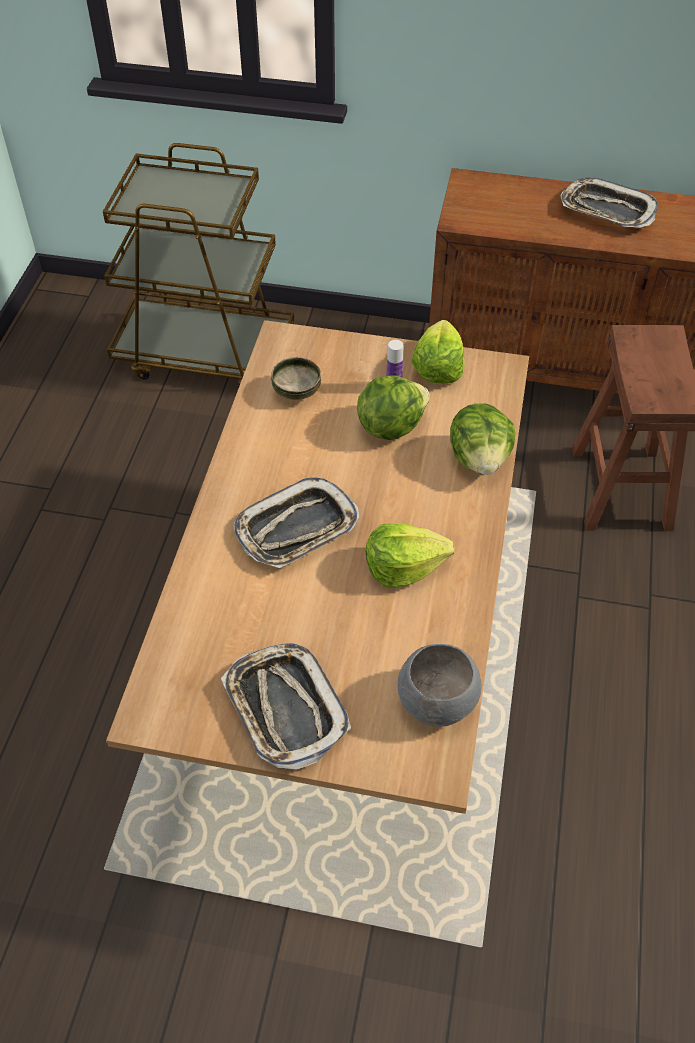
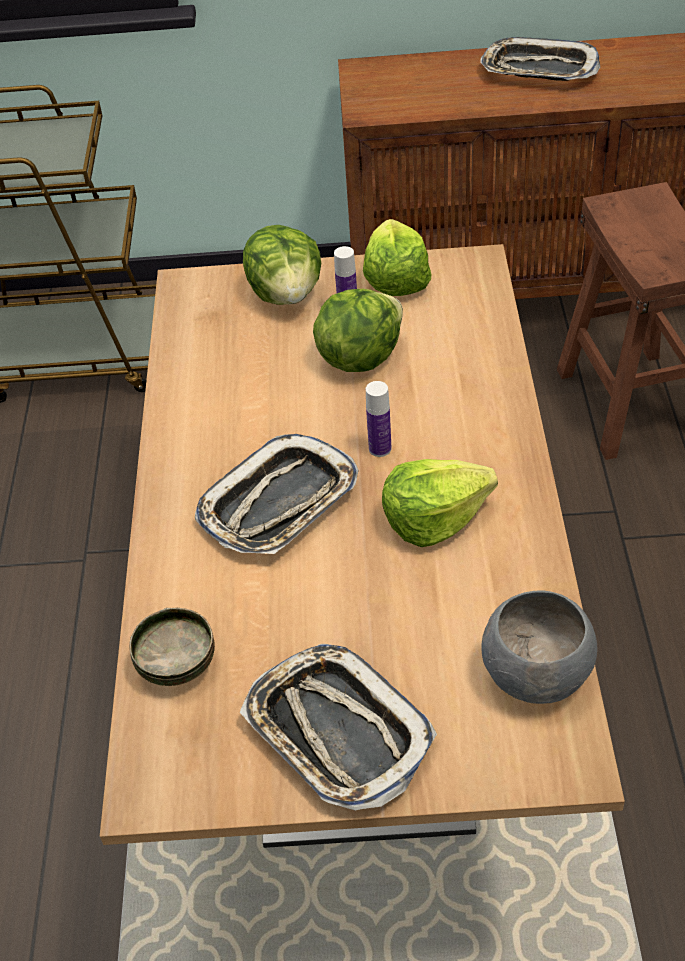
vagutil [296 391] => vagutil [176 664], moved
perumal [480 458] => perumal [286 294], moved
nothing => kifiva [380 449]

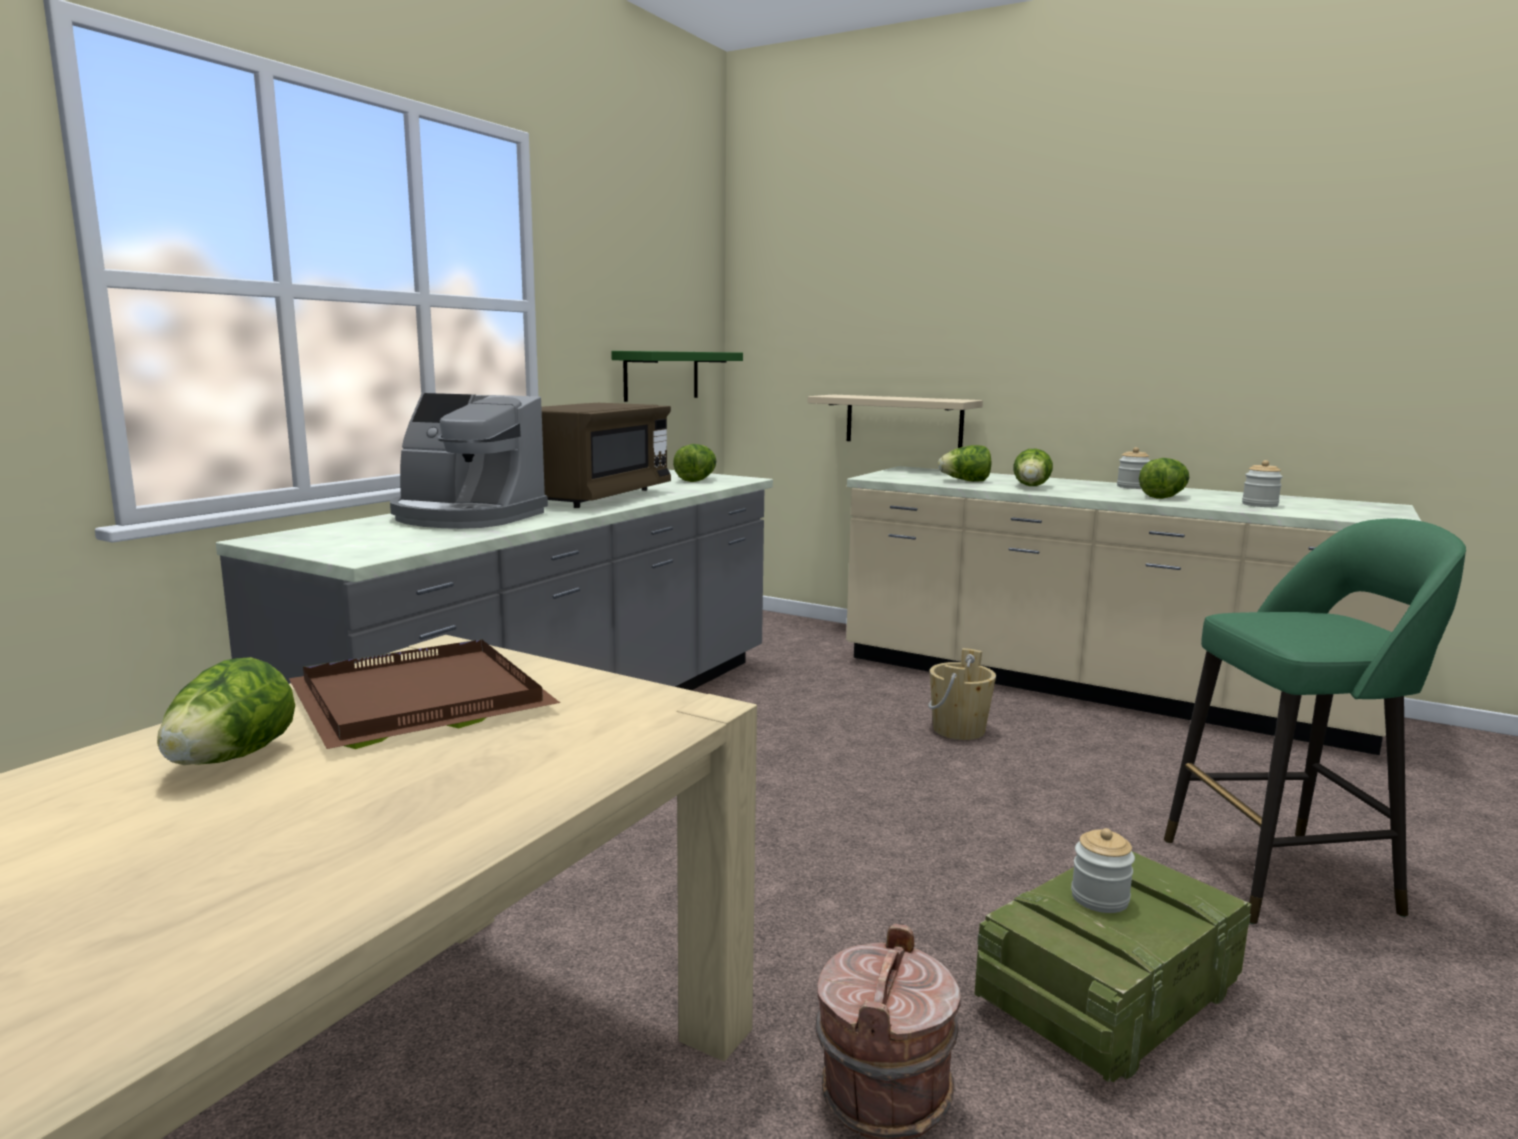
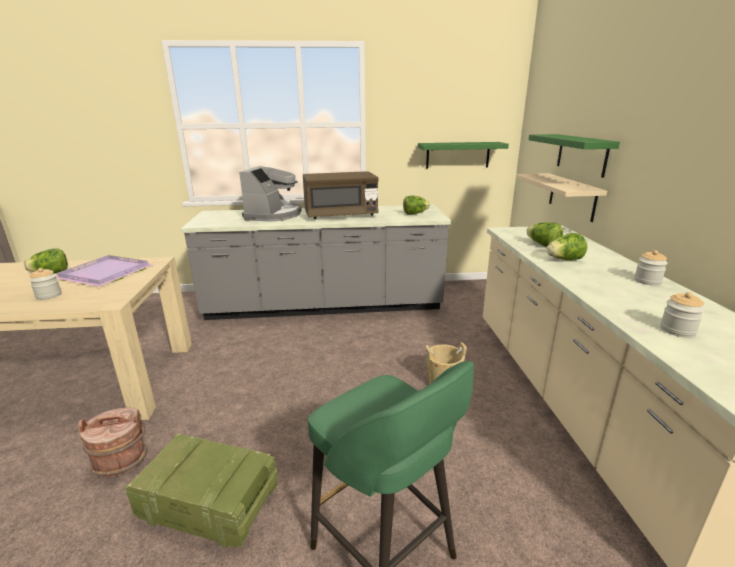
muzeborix [1099 898] => muzeborix [49 295], moved
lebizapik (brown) [418 702] => lebizapik (purple) [103 273]
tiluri [466 517] => tiluri [273 215], 150 degrees counterclockwise
nothing => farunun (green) [581 154]
perumal [1164 497] => nothing

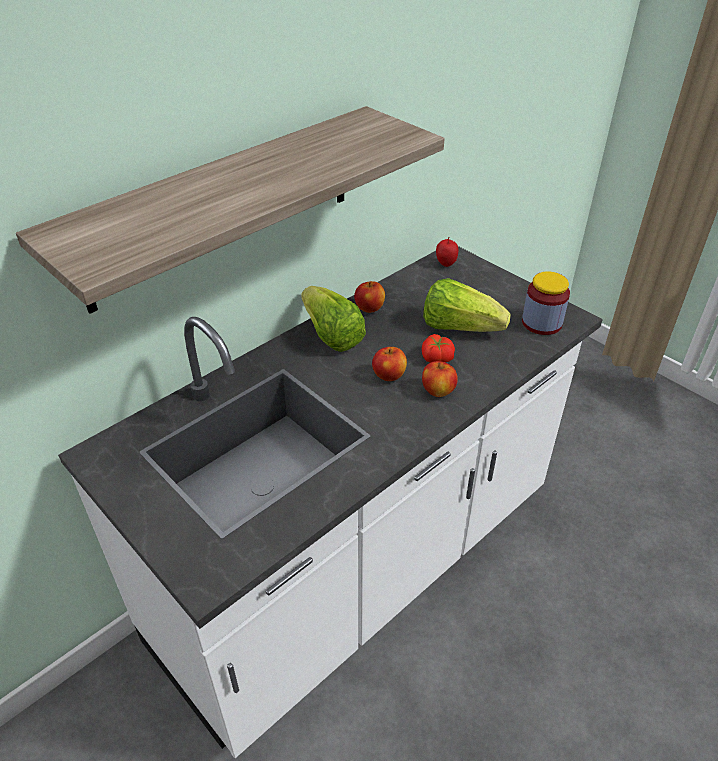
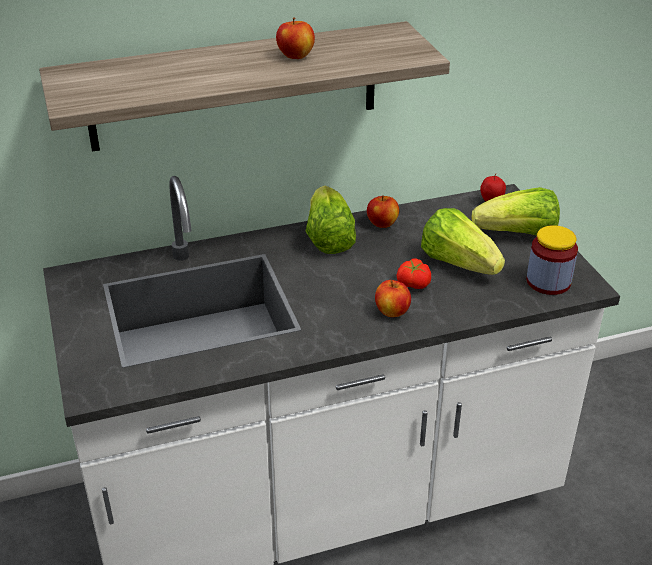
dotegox [389 376] => dotegox [296 56], moved
nothing => perumal [518 234]

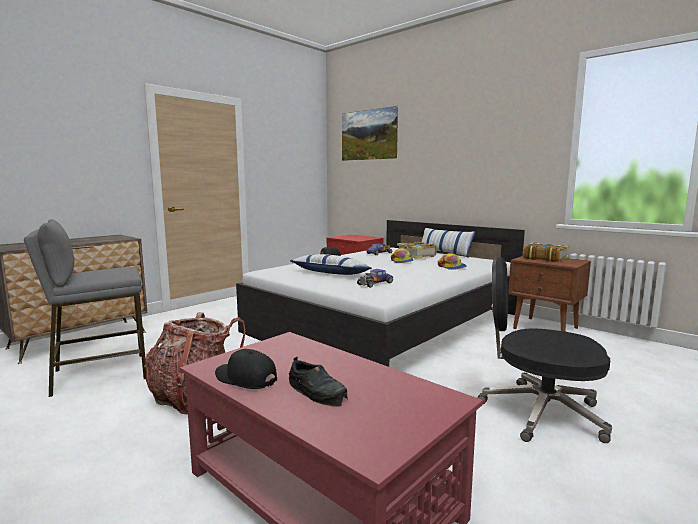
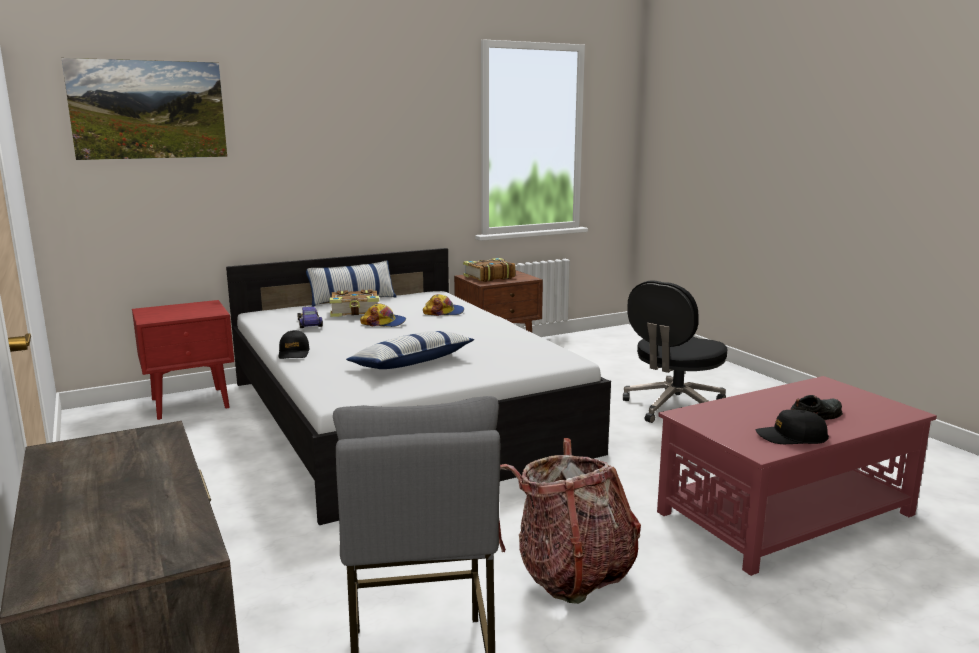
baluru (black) [245 378] => baluru (black) [791 437], 45 degrees clockwise
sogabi [375 283] => nothing

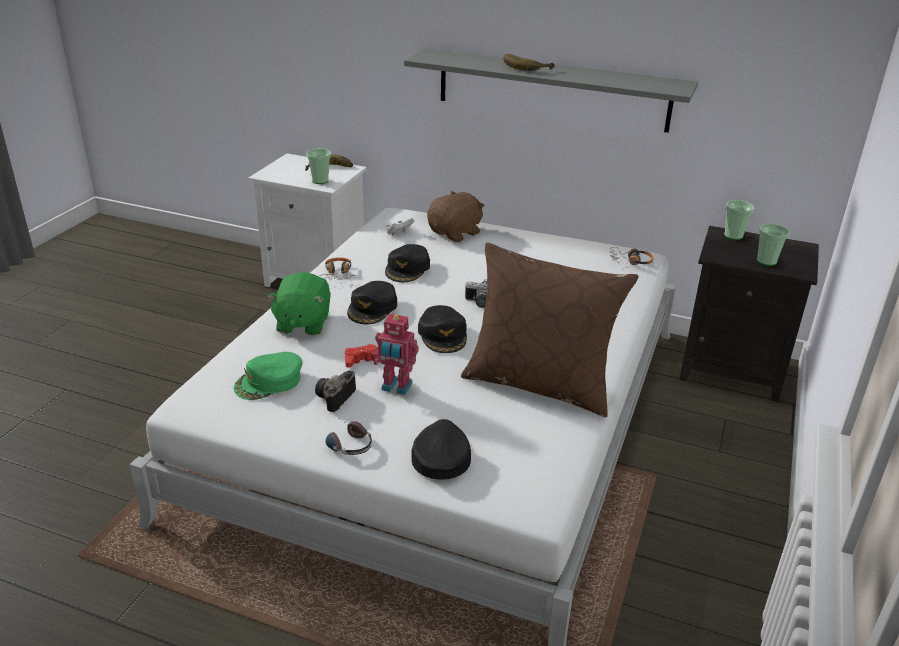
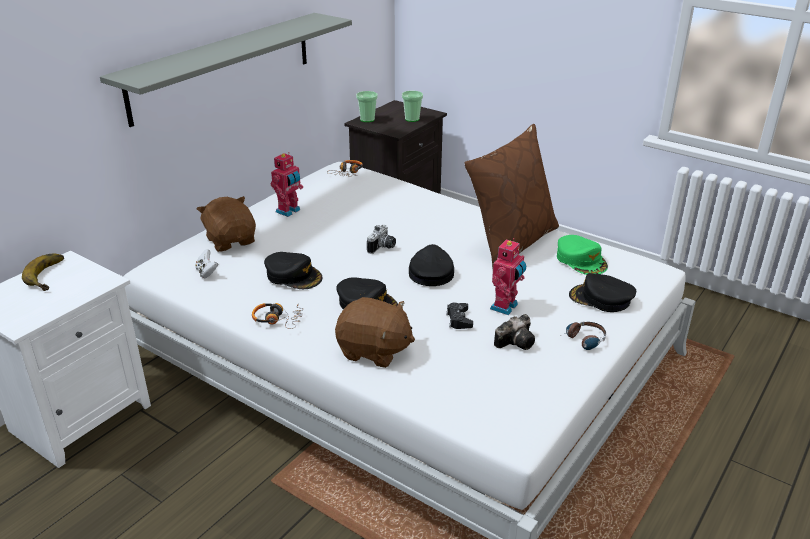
nothing => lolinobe [289 211]
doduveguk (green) [302 323] => doduveguk (brown) [374 351]
baluru (black) [443 335] => baluru (black) [431 272], 90 degrees counterclockwise
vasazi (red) [362 360] => vasazi (black) [459 319]
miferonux [335 399] => miferonux [517 342], 75 degrees counterclockwise
baluru (green) [269 382] => baluru (green) [581 260], moved
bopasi [320 181] => nothing
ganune [526 66] => nothing

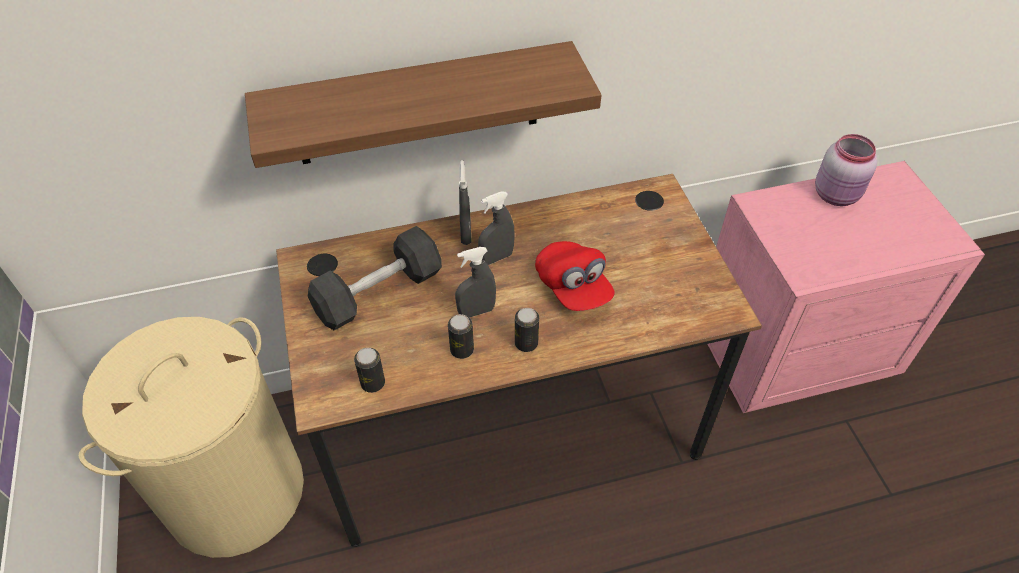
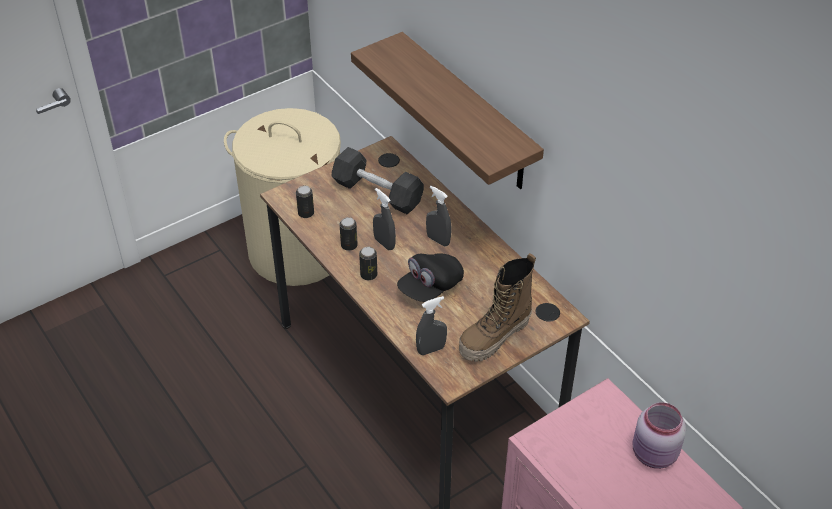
baluru (red) [573 287] => baluru (black) [430 287]
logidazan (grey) [466 234] => logidazan (grey) [431 349], moved
nothing => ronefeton [495 337]

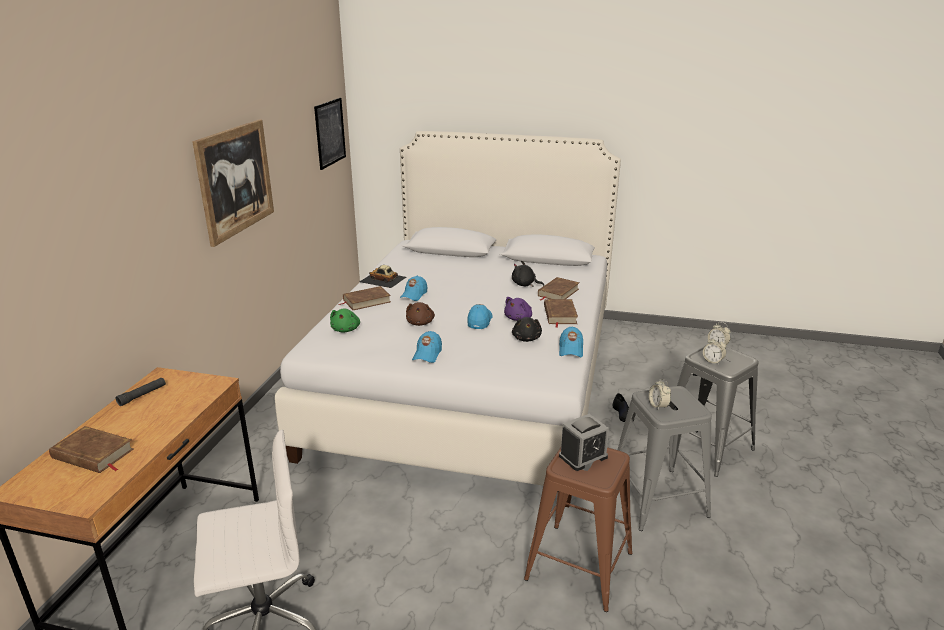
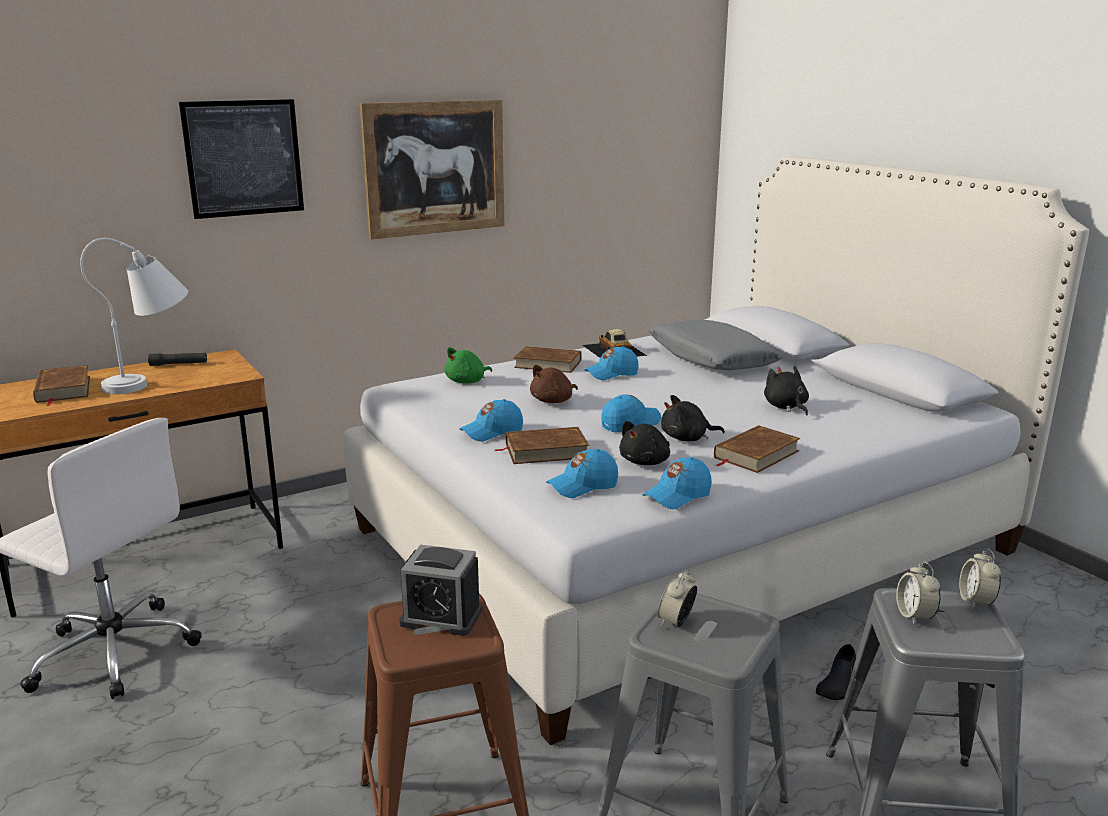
nothing => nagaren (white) [154 381]
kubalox [330 133] => kubalox [244 158], moved
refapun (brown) [558 292] => refapun (brown) [546 451], moved
nothing => baluru (blue) [583 486]
nothing => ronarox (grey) [711 359]
doduveguk (purple) [519 318] => doduveguk (black) [687 438]

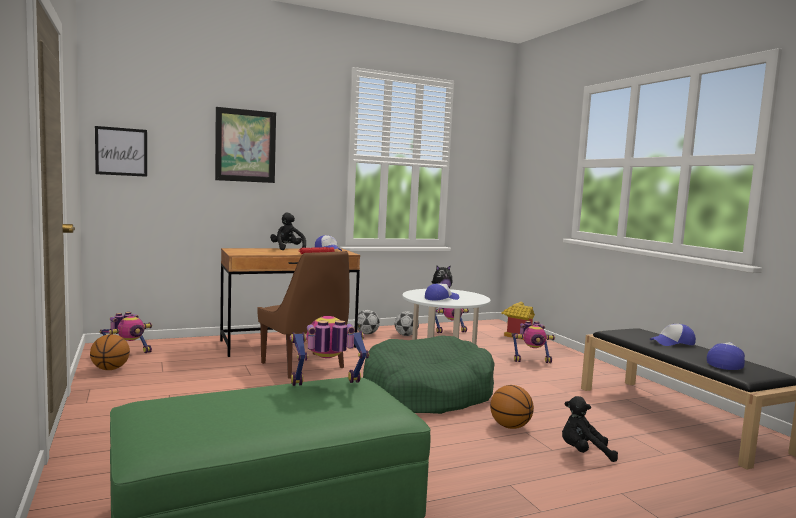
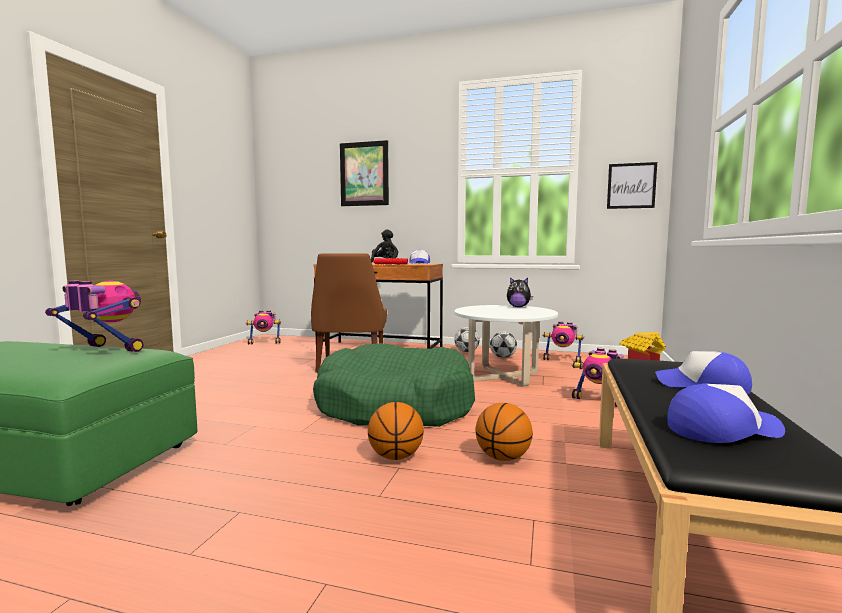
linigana [110 369] => linigana [502 458], moved
kubalox [121 151] => kubalox [631 186], moved
baluru [441 298] => nothing
doduveguk (black) [584 453] => nothing

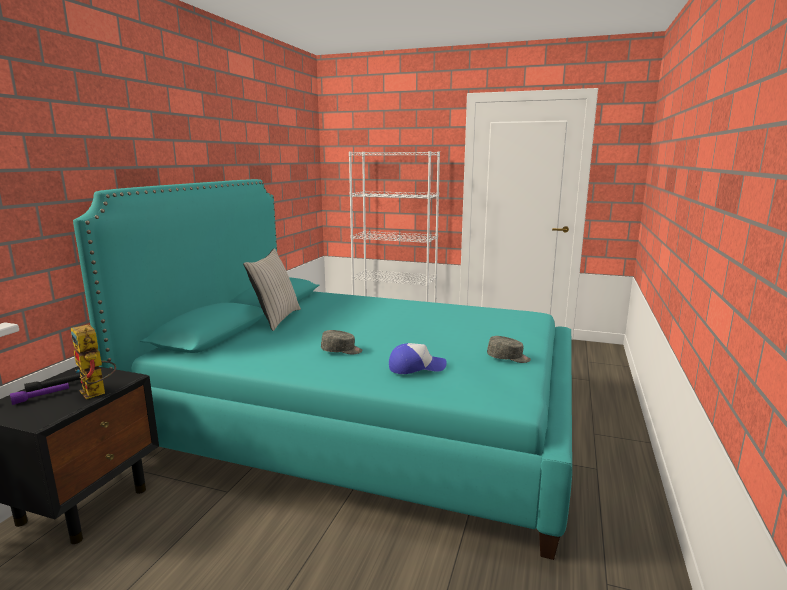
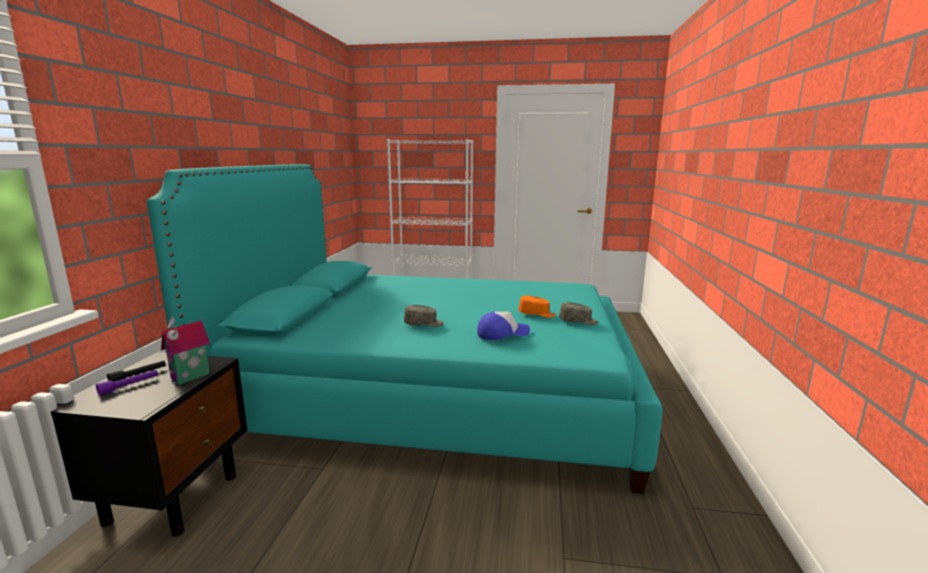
lolinobe [97 393] => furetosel [191 378]
nothing => baluru (orange) [537 314]
ronarox (beige) [276 319] => nothing

